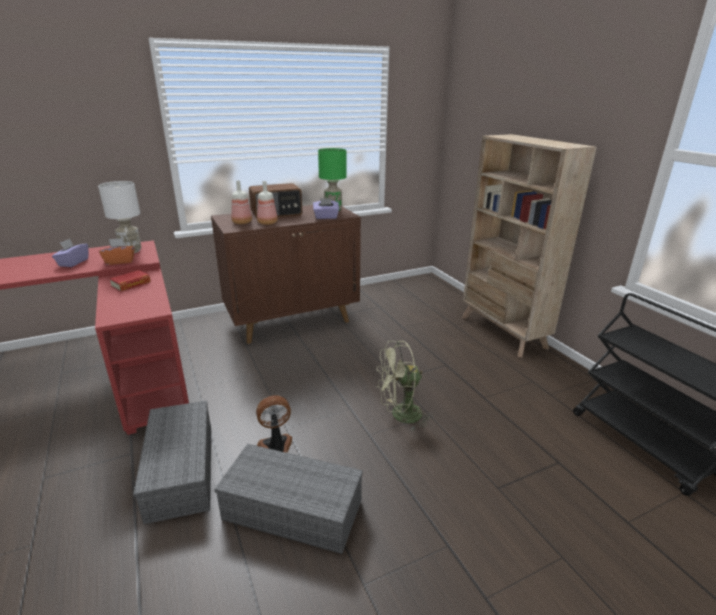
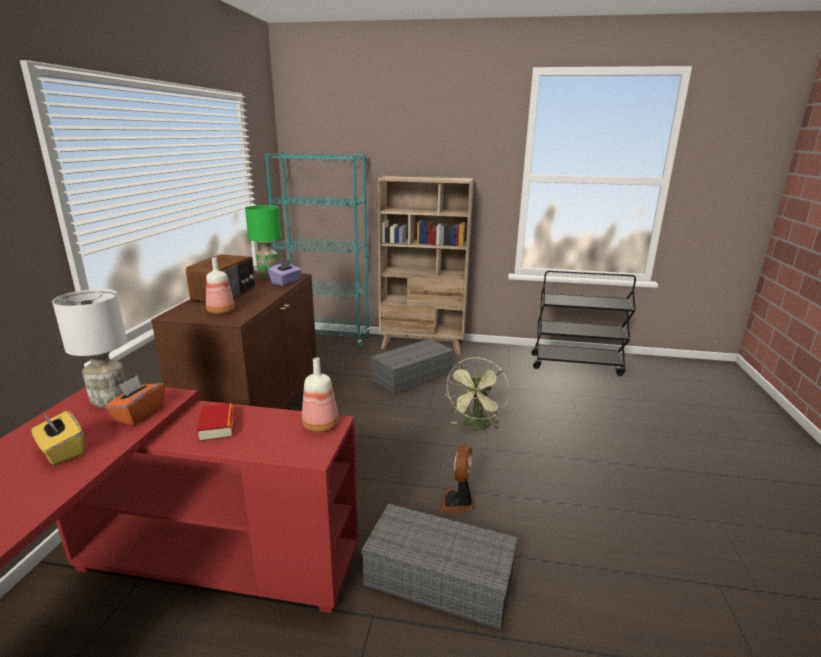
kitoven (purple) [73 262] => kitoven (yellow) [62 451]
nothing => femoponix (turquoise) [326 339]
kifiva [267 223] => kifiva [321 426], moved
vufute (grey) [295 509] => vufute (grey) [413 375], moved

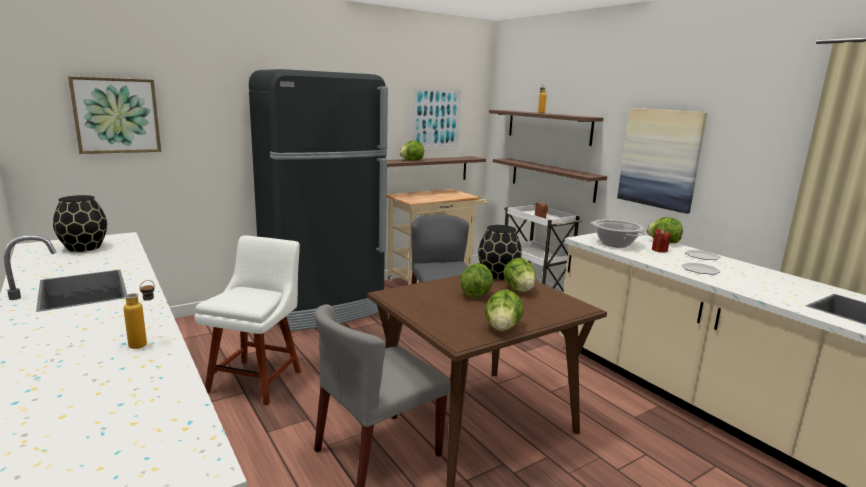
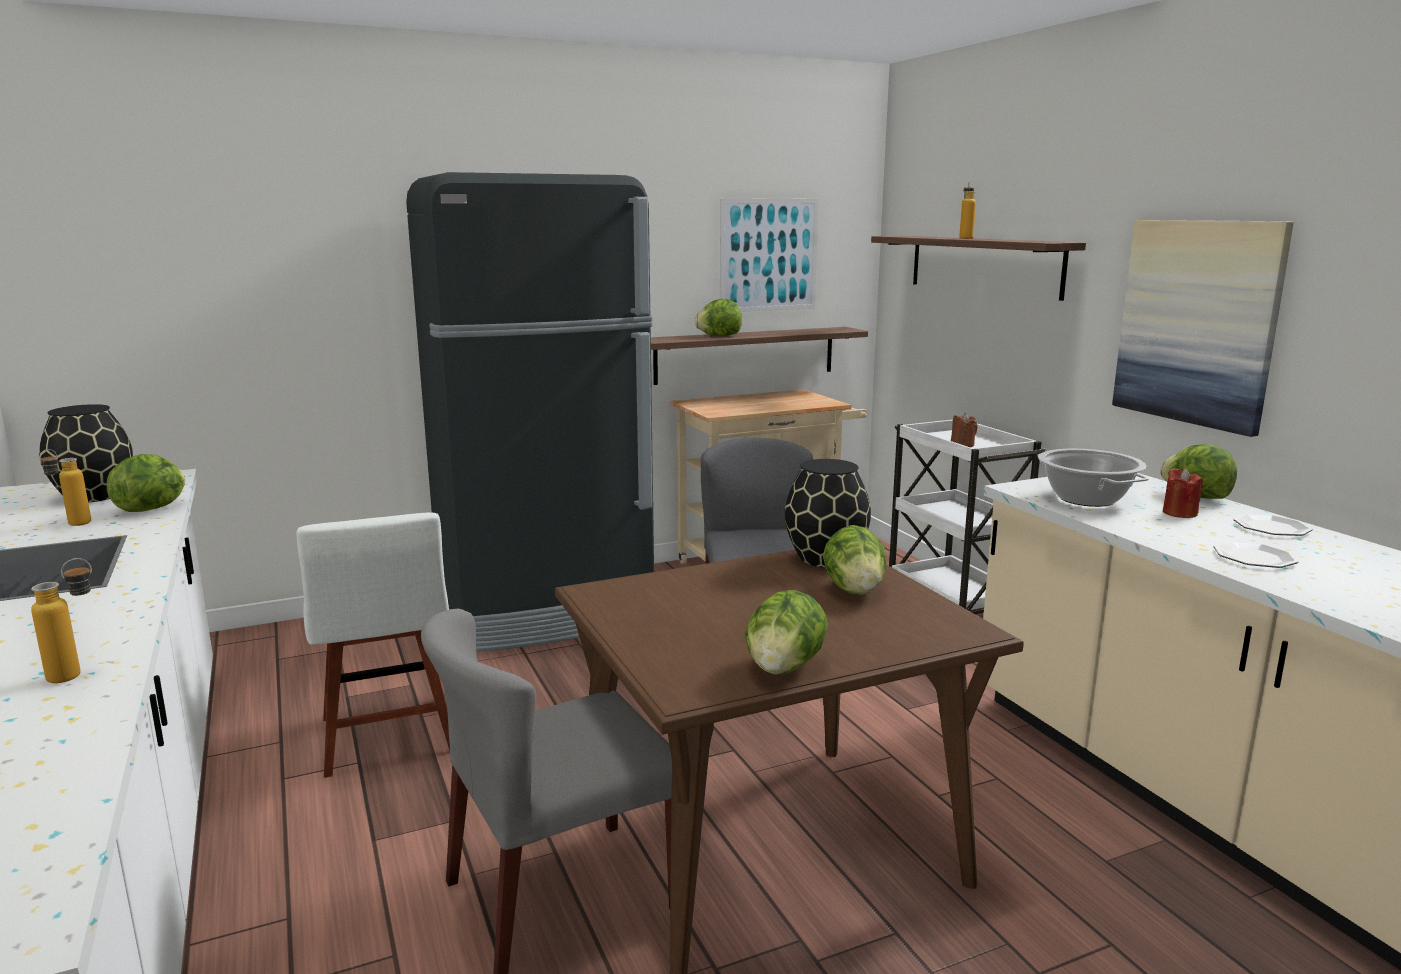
nothing => kifiva [72 525]
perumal [475 294] => perumal [153 508], moved
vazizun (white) [257 379] => vazizun (white) [389 739], 135 degrees clockwise
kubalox [116 115] => nothing
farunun [552 179] => nothing

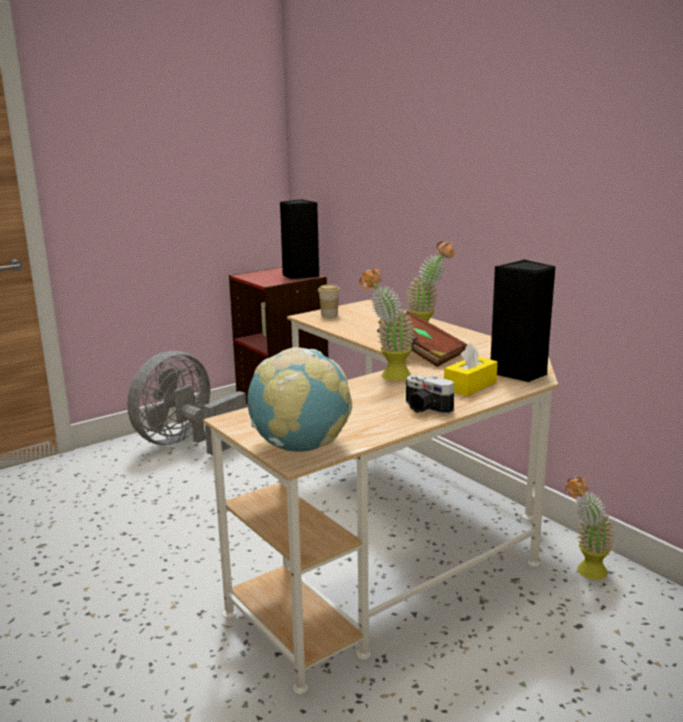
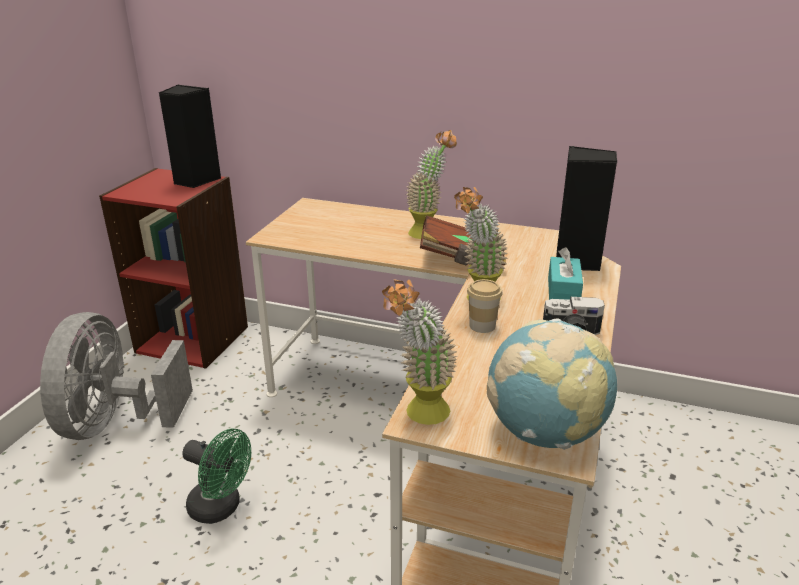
nothing => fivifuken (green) [221 508]
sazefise [584 572] => sazefise [419 416], moved
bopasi [329 315] => bopasi [482 326], moved
kitoven (yellow) [470 386] => kitoven (turquoise) [563 291]

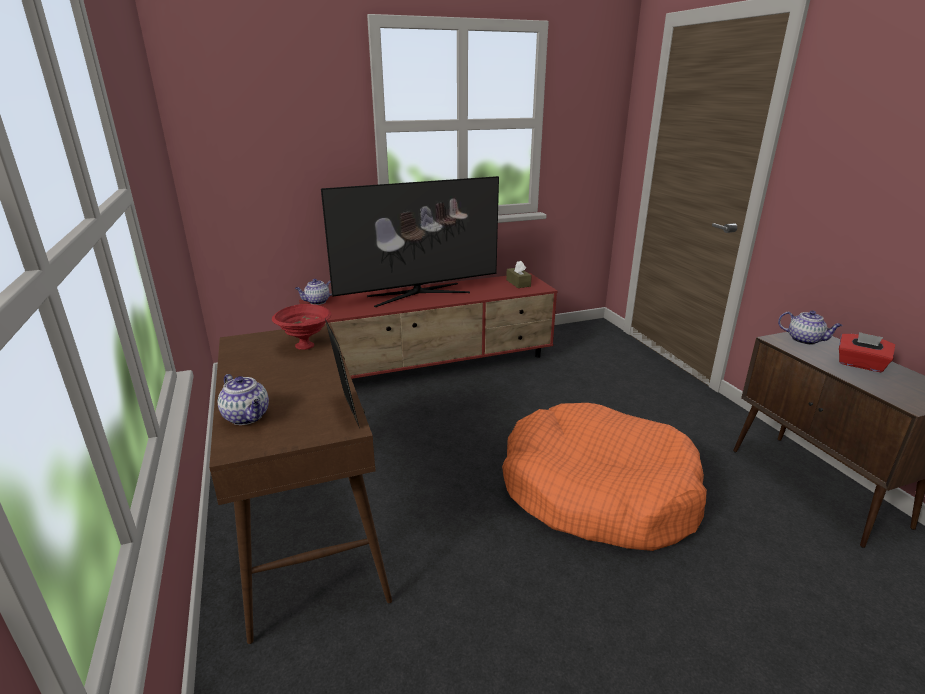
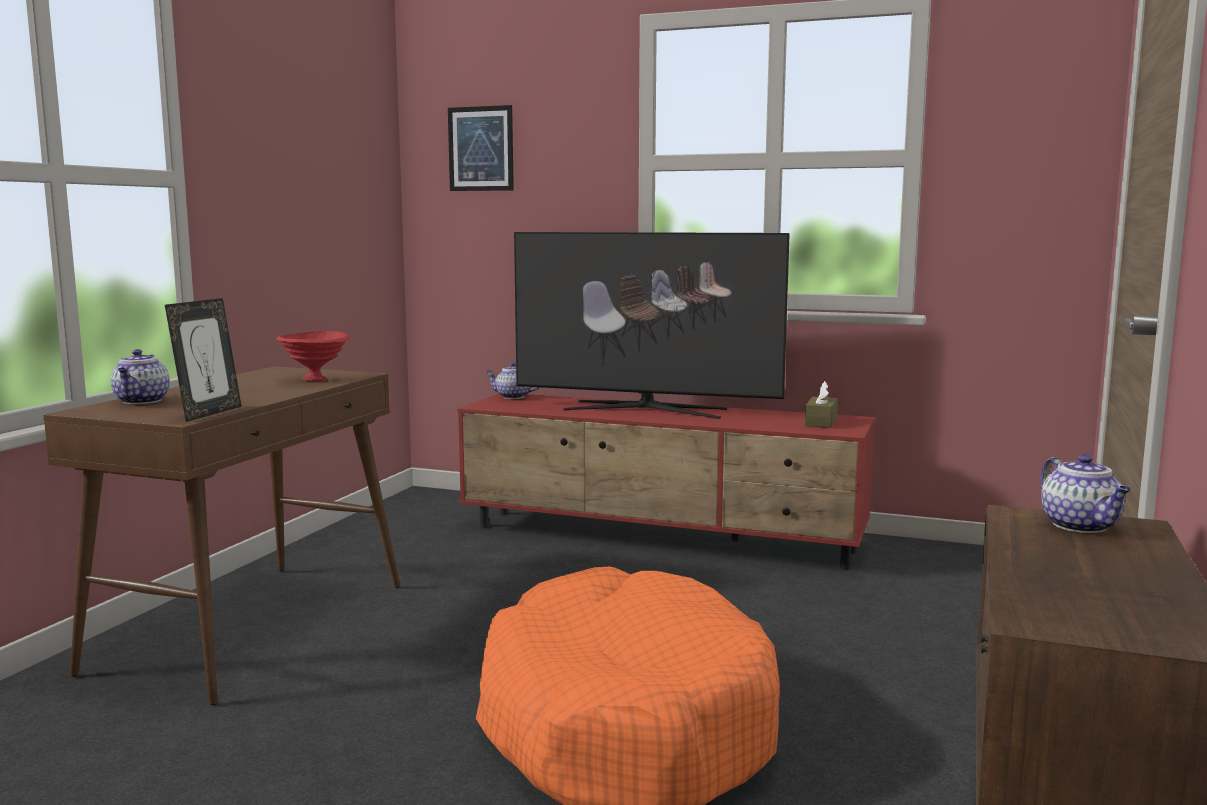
nothing => kubalox [481 149]
kitoven (red) [860 364] => nothing

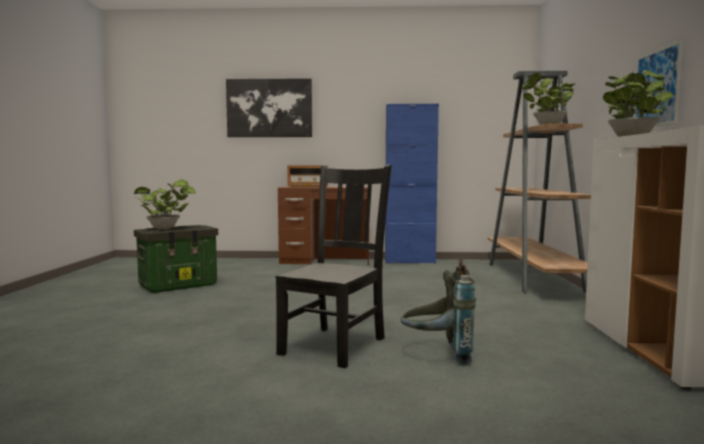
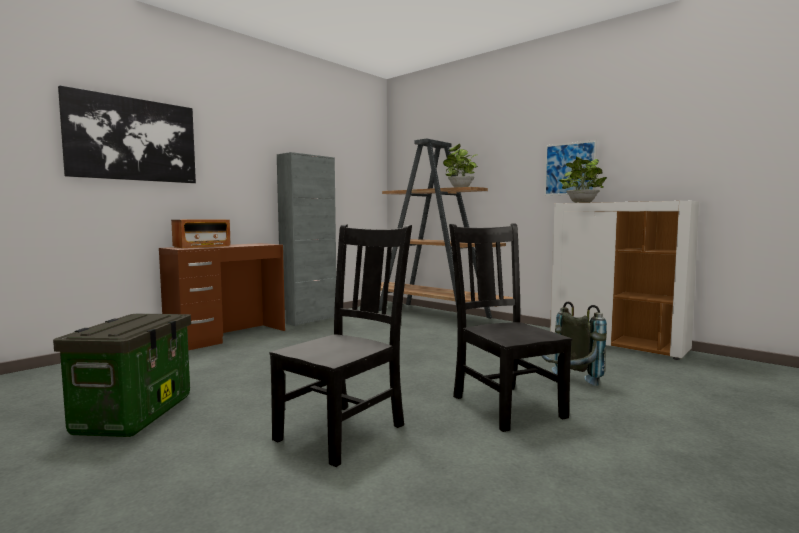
nothing => vazizun (black) [344 431]
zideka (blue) [409 261] => zideka (grey) [309 320]
sazefise [166 228] => nothing

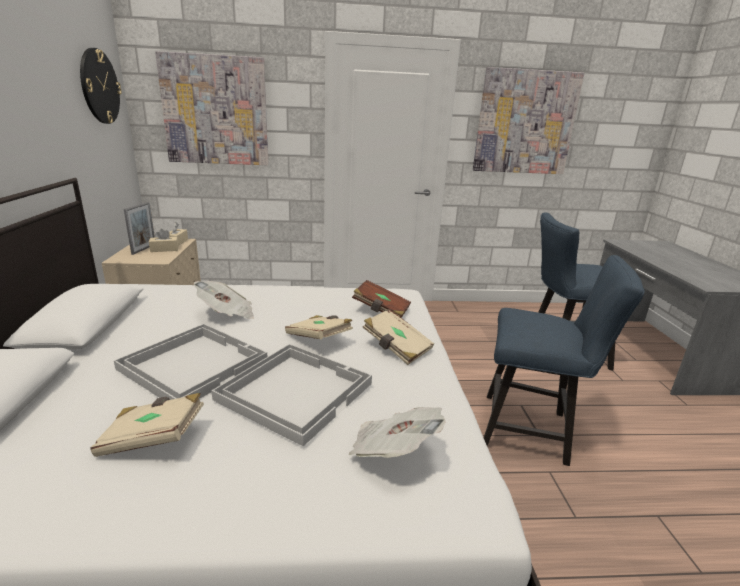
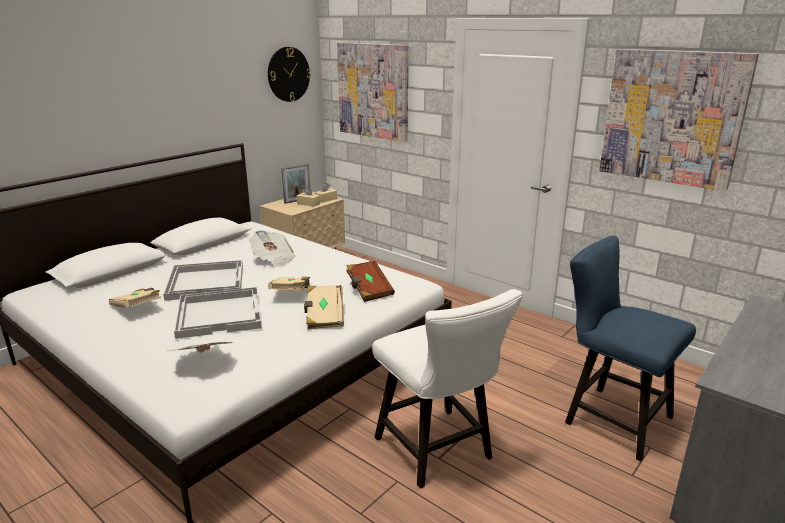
vazizun (blue) [532 431] => vazizun (white) [438 452]

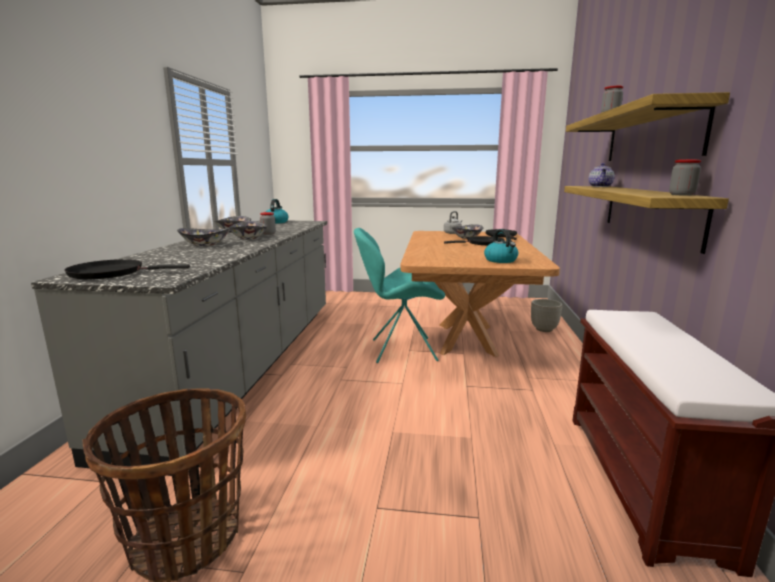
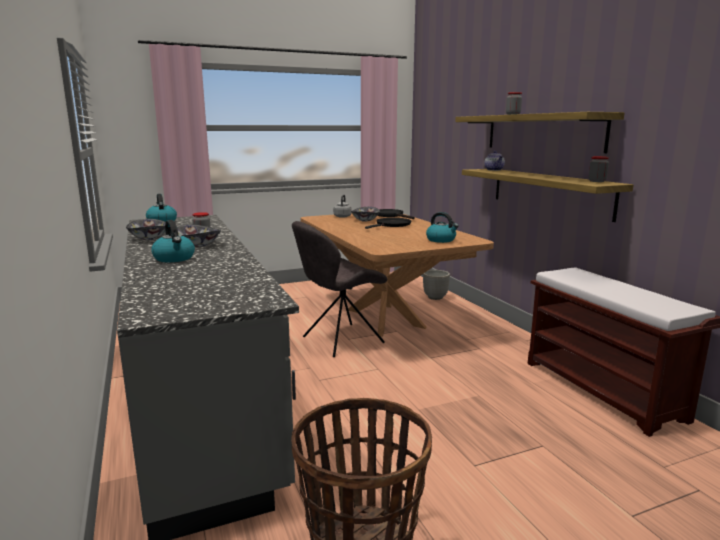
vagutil [206 245] => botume [174 258]
vazizun (turquoise) [400 350] => vazizun (grey) [340 340]
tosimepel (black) [112 273] => nothing

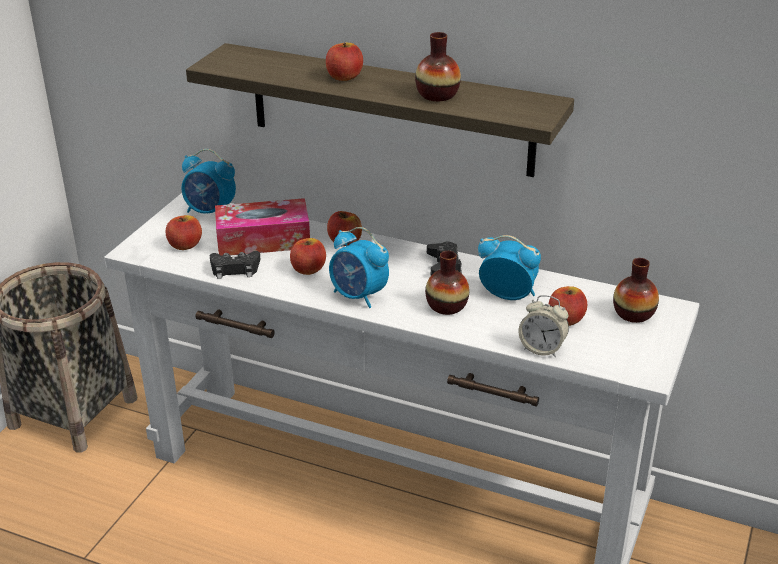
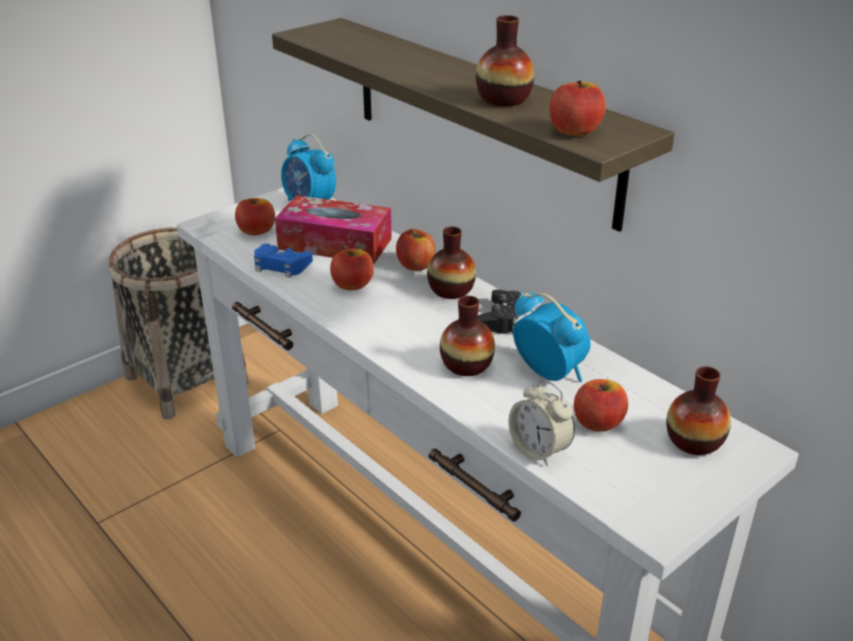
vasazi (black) [235 269] => vasazi (blue) [281 266]
nothing => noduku [451 290]
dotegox [344 77] => dotegox [574 131], moved
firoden [359 296] => nothing

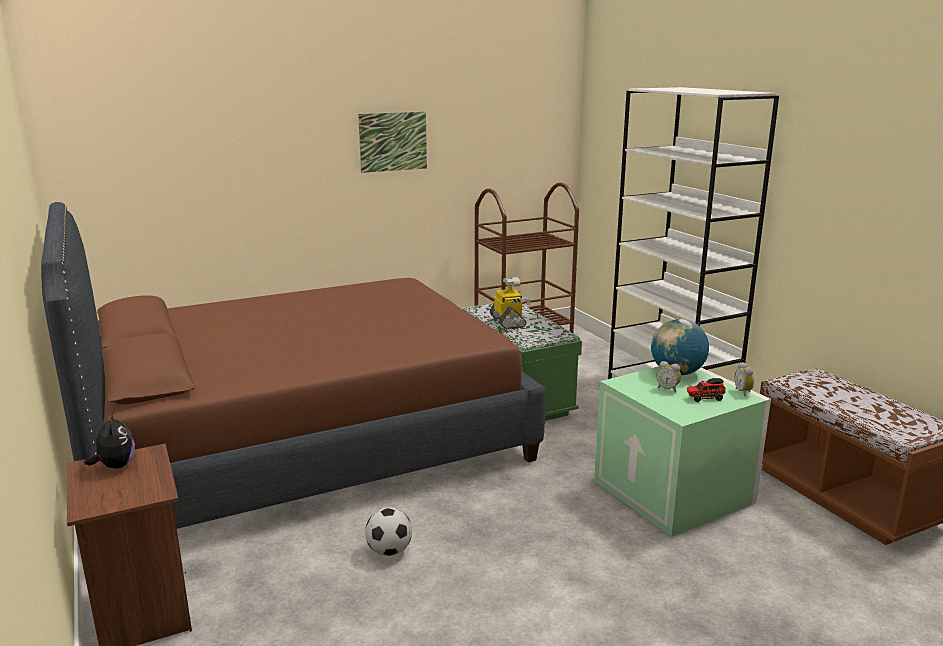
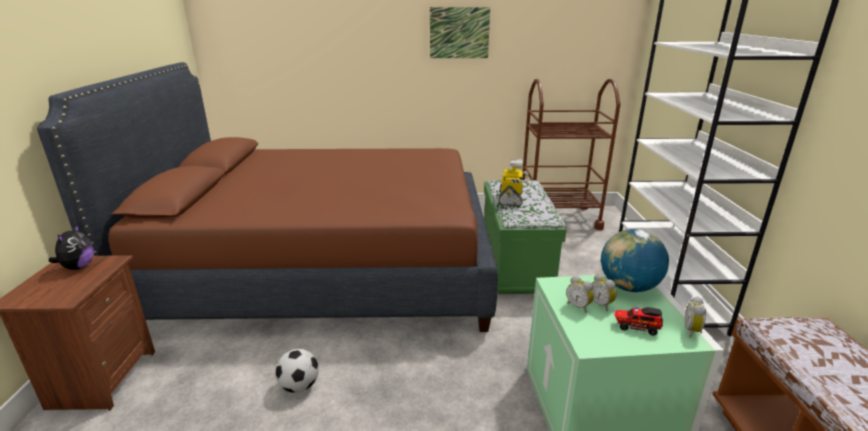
nothing => firoden [578 306]

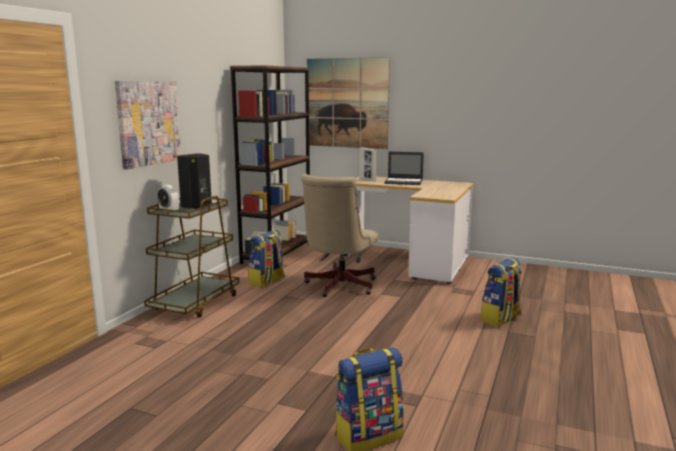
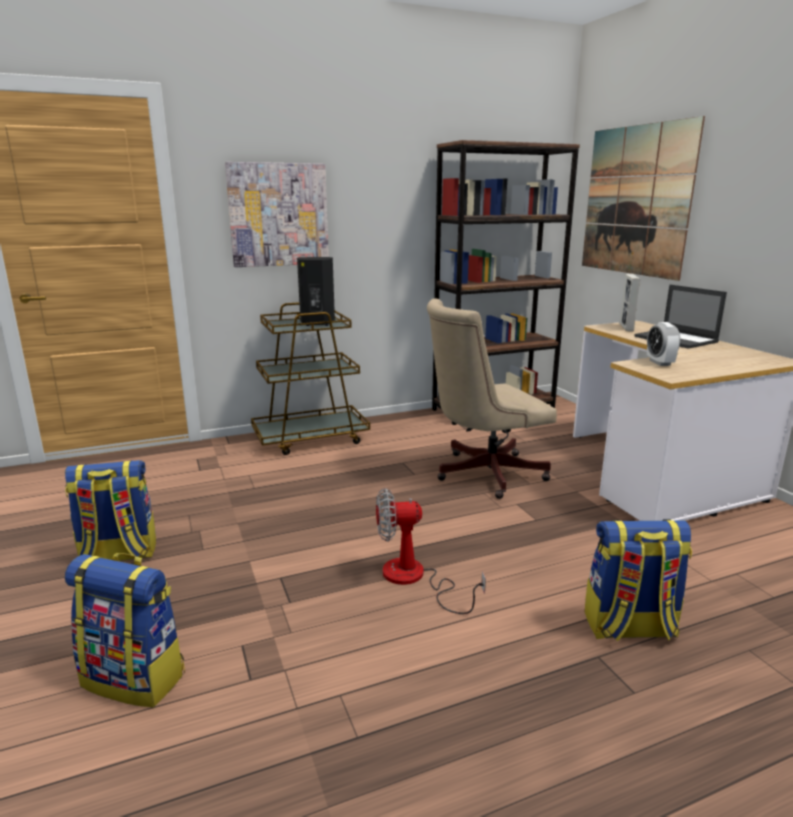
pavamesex [267 282] => pavamesex [118 555], moved
nothing => fivifuken [414 579]
firoden [169 211] => firoden [660 363], moved

